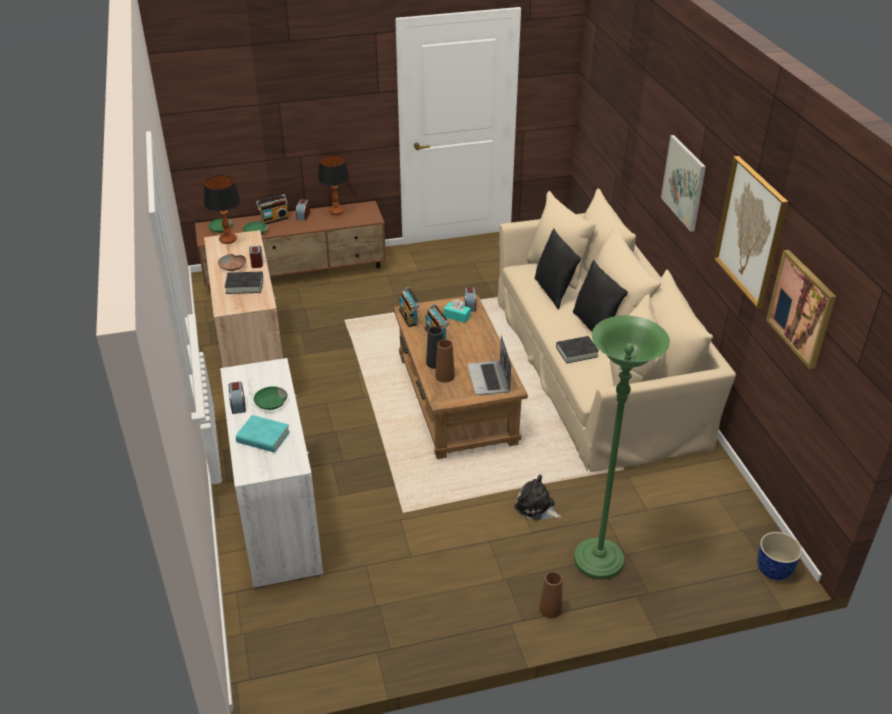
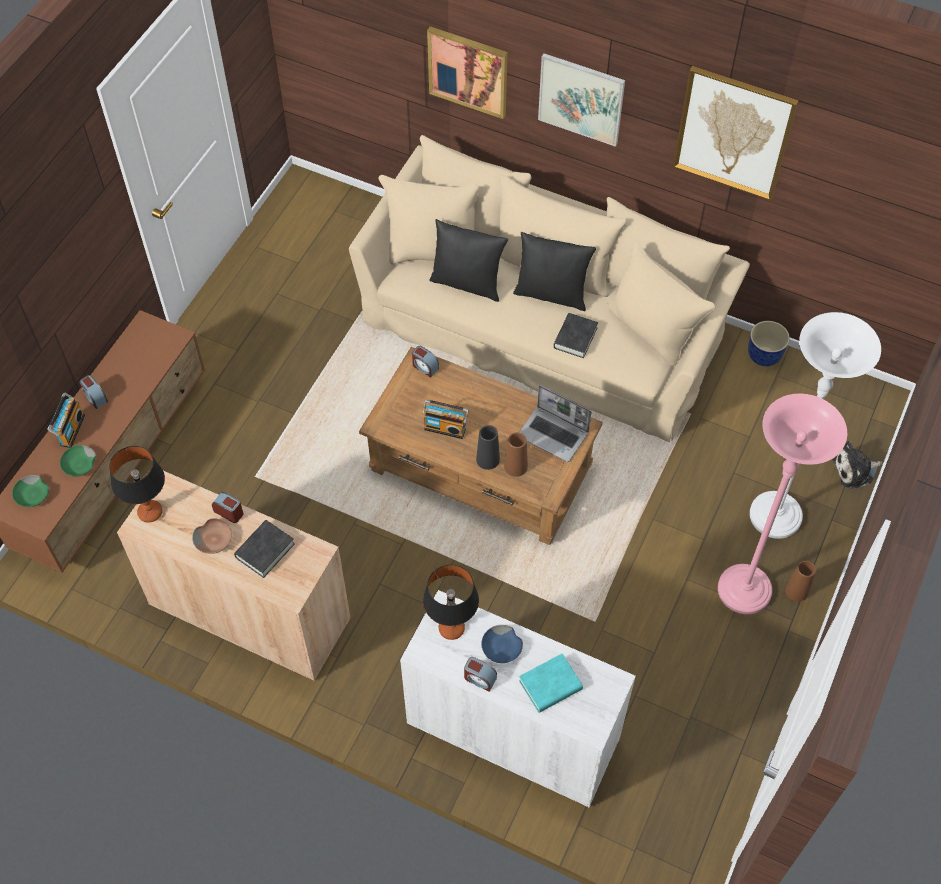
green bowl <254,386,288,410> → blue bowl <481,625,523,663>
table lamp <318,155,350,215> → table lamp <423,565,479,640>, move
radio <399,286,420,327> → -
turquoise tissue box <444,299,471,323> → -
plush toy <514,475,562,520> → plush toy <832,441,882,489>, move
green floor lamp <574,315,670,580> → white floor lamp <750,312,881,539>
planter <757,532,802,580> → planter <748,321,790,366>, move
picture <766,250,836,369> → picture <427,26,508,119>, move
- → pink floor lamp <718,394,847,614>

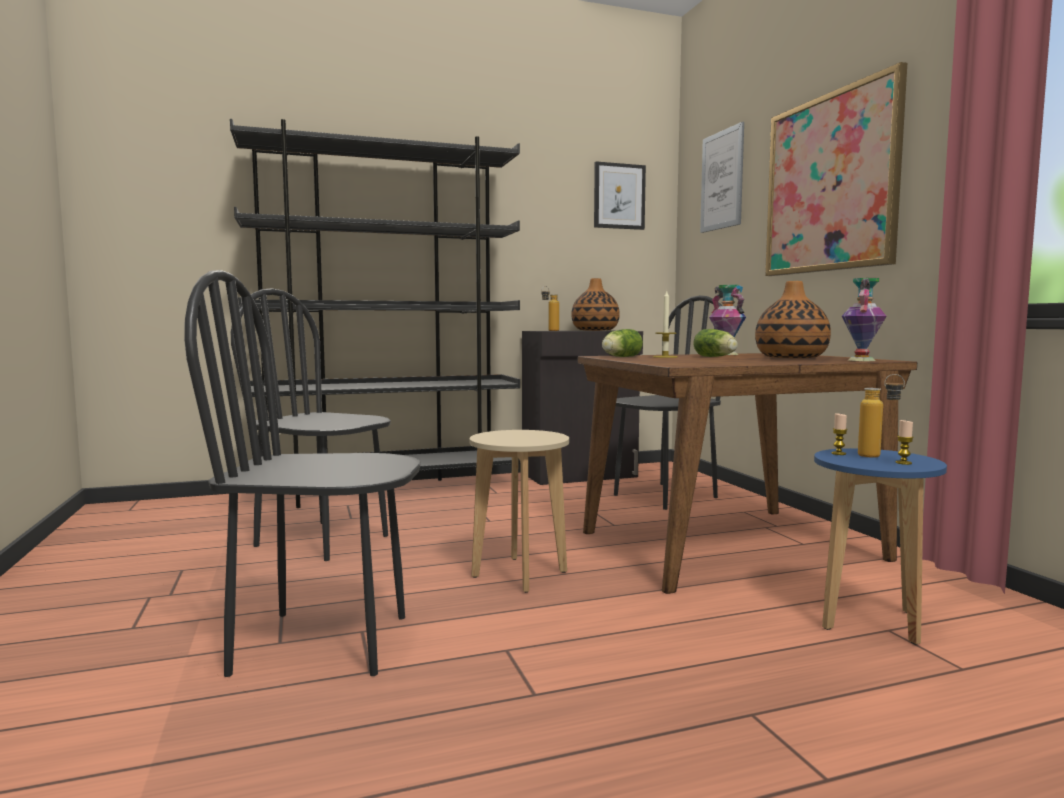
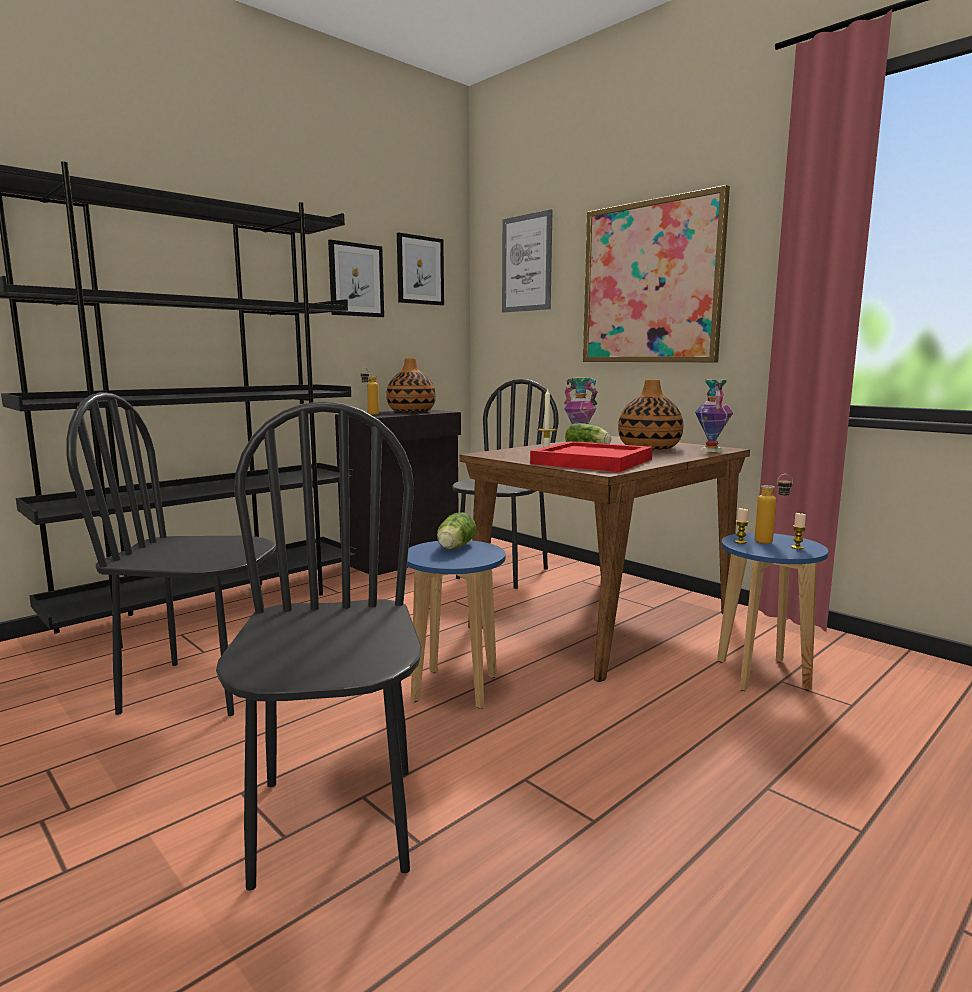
black chair <184,270,421,677> → black chair <216,401,422,891>, 105 degrees clockwise
beige stool <469,430,569,593> → blue stool <407,540,505,709>
lettuce <602,329,643,357> → lettuce <437,512,476,549>, move
- → picture <328,240,384,317>
- → red tray <530,441,653,472>

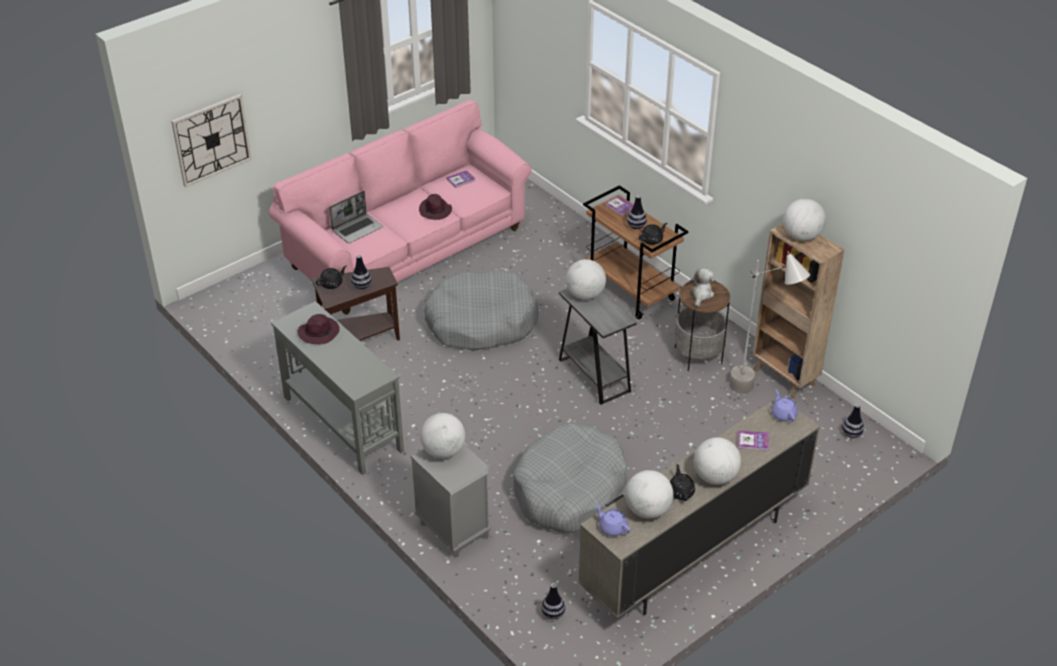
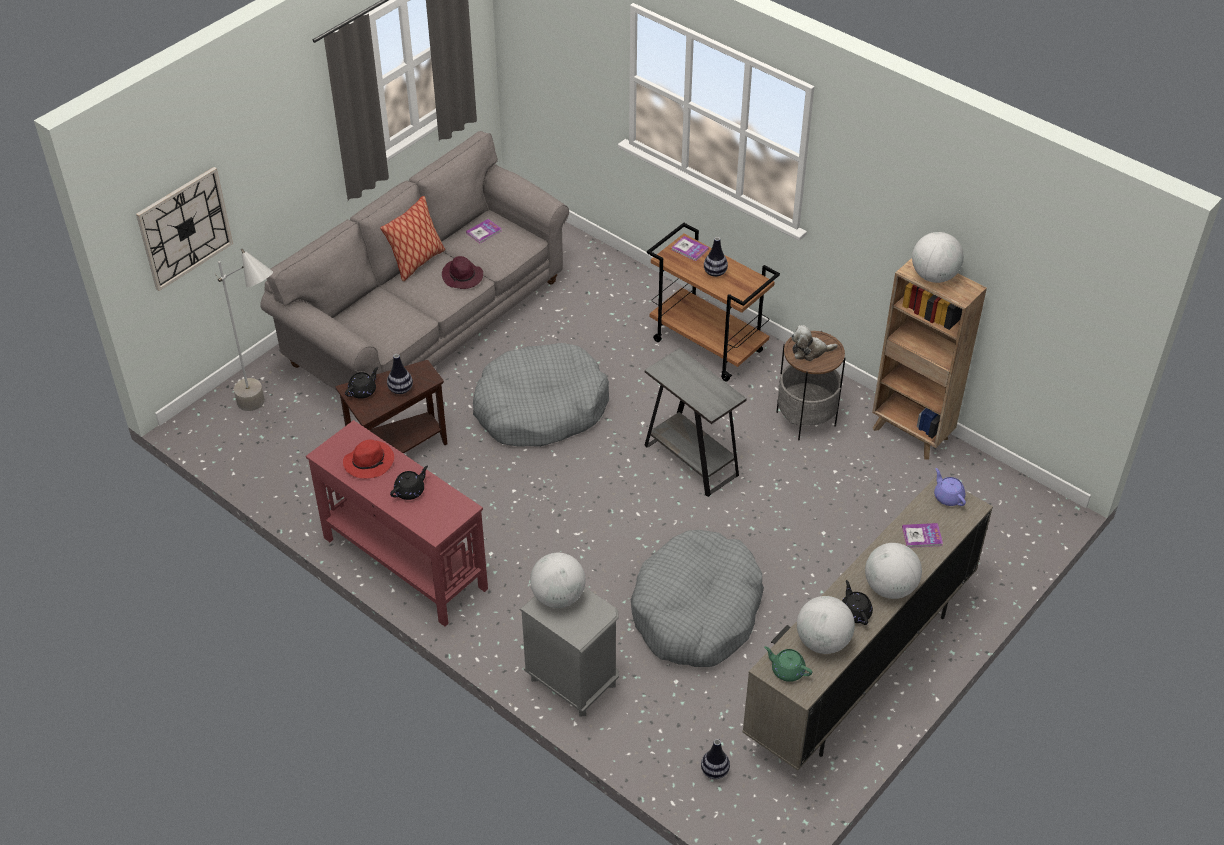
pink sofa <269,100,532,315> → grey sofa <260,131,569,391>
grey console table <271,301,404,475> → red console table <306,420,488,627>
purple hat <298,314,340,344> → red hat <343,440,394,478>
laptop <329,191,383,243> → -
globe <566,259,606,300> → -
purple teapot <595,505,631,536> → green teapot <764,646,812,682>
black teapot <639,223,667,245> → black teapot <390,465,428,500>, move
plush toy <690,268,714,307> → plush toy <791,325,838,361>, 105 degrees counterclockwise
grey floor lamp <729,251,810,394> → grey floor lamp <215,249,273,411>, move
vase <842,404,864,438> → -
- → pillow <380,196,445,281>

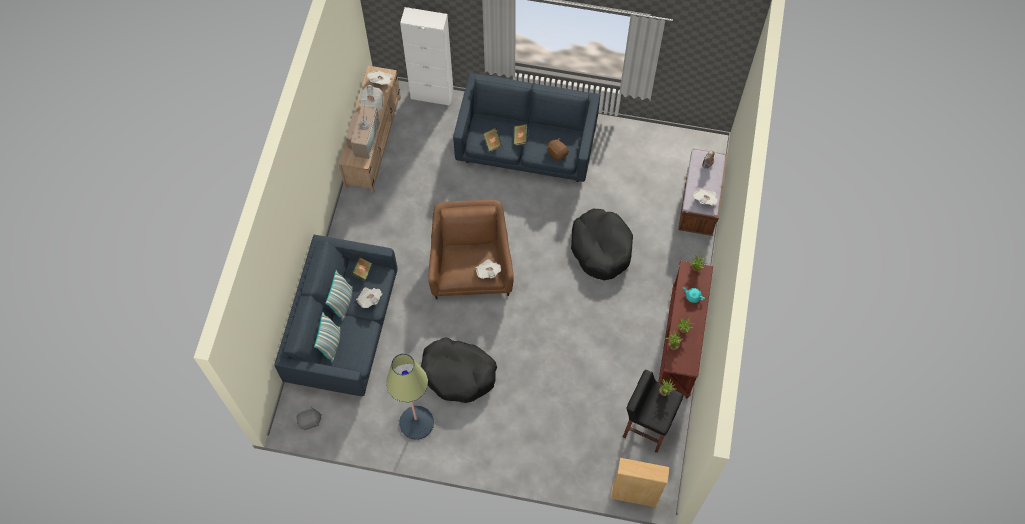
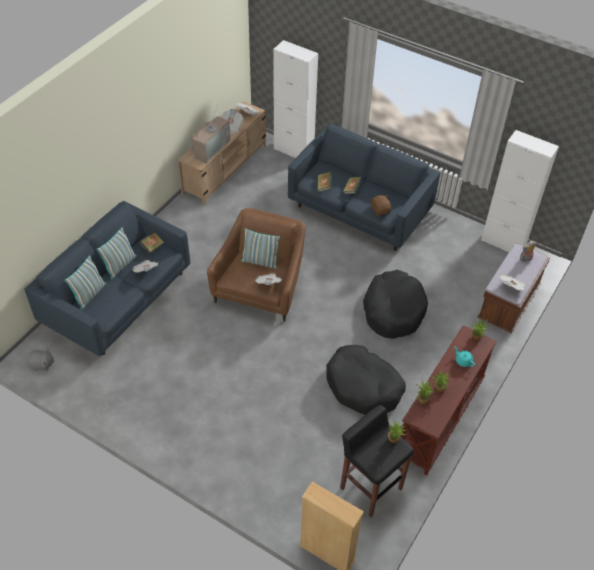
floor lamp <386,354,434,440> → -
black dog bed <421,337,497,403> → black dog bed <326,345,406,415>, move
- → pillow <241,228,280,269>
- → white cabinet <481,130,559,252>

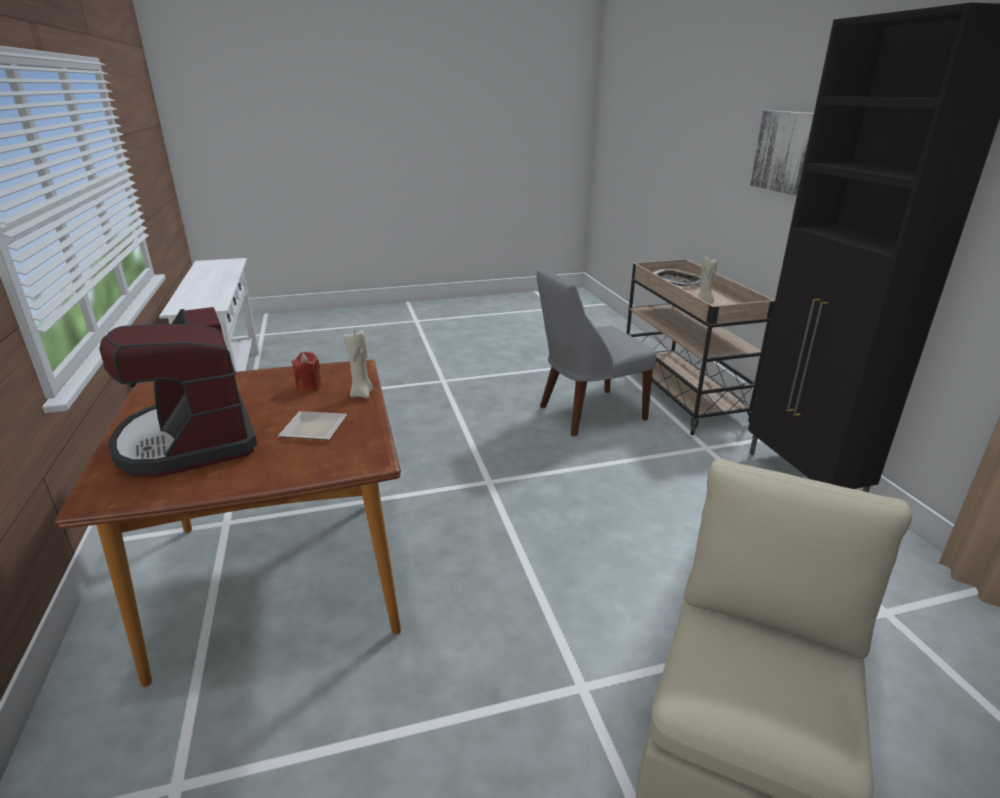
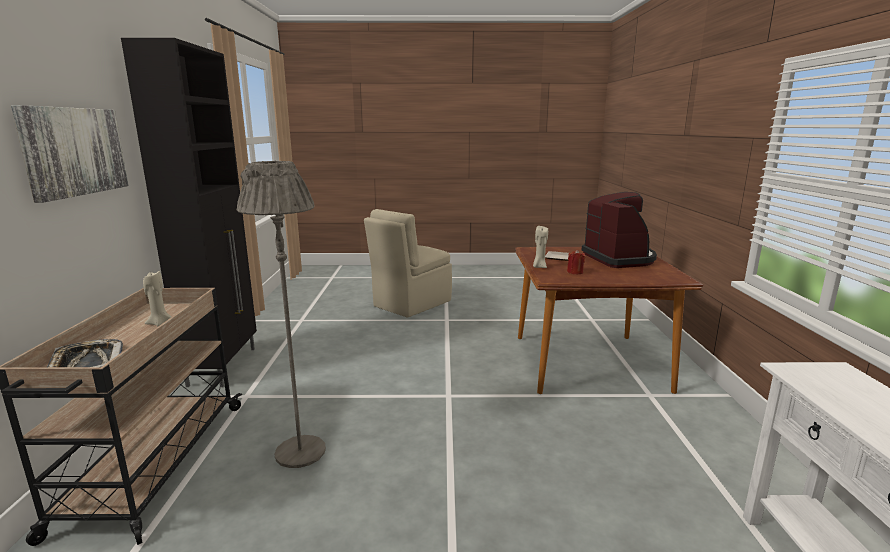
grey chair <537,268,657,436> → grey floor lamp <237,161,326,468>

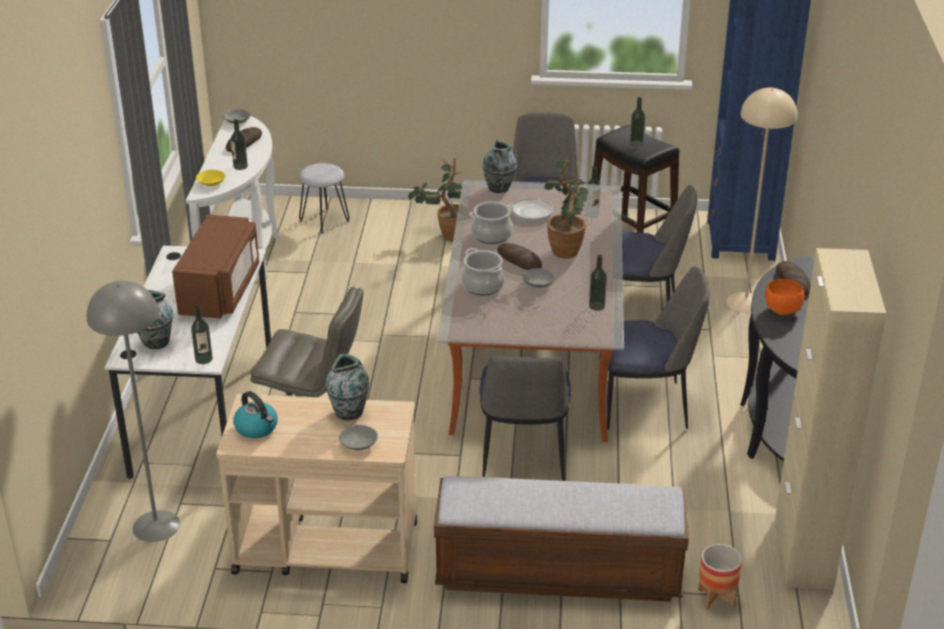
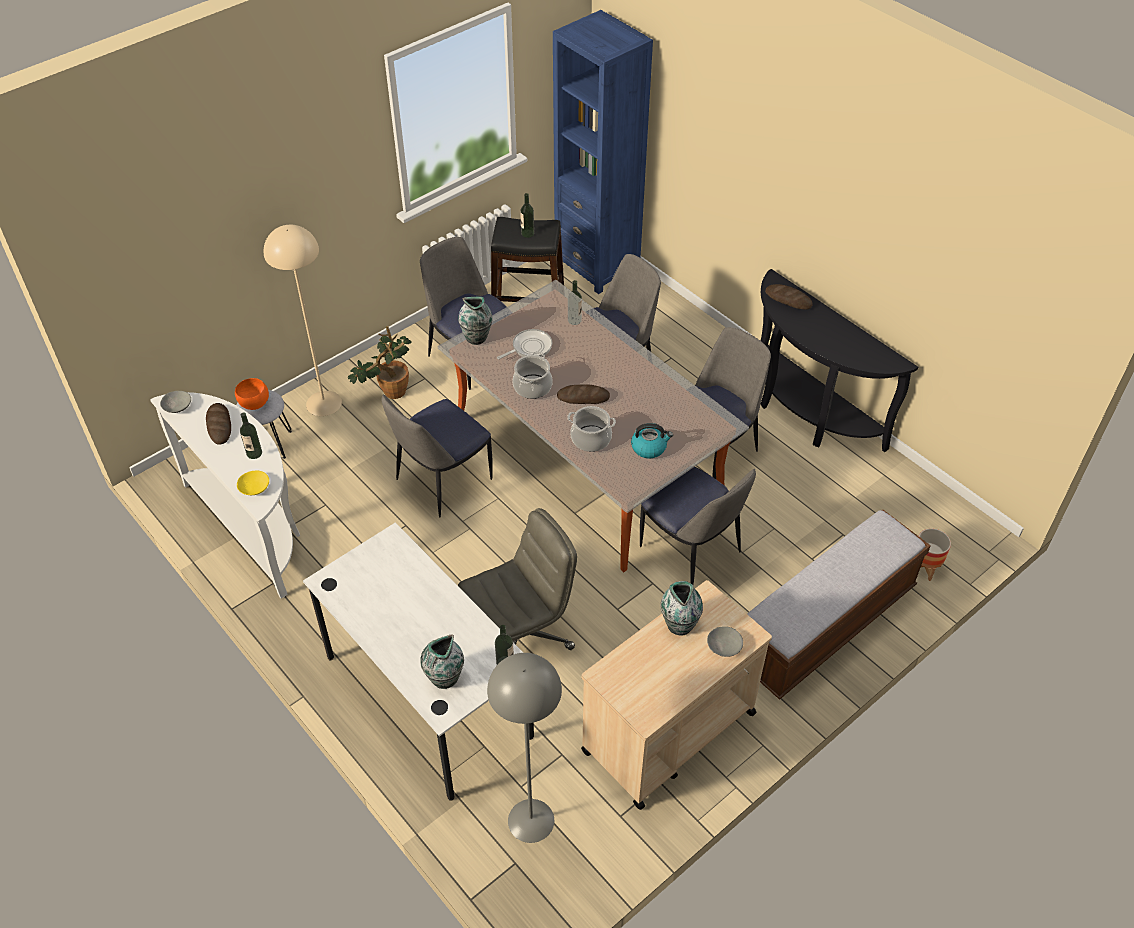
brown microwave <172,215,259,319> → -
kettle <233,391,278,438> → kettle <631,423,673,459>, move
grey bowl <522,268,555,287> → -
potted plant <545,155,589,259> → -
bottle <589,254,607,311> → -
beige floor lamp <726,88,798,313> → beige floor lamp <264,225,342,416>, move
orange bowl <765,279,804,315> → orange bowl <235,378,269,410>, move
beige cabinet <775,248,886,590> → -
- → chair <382,395,492,517>

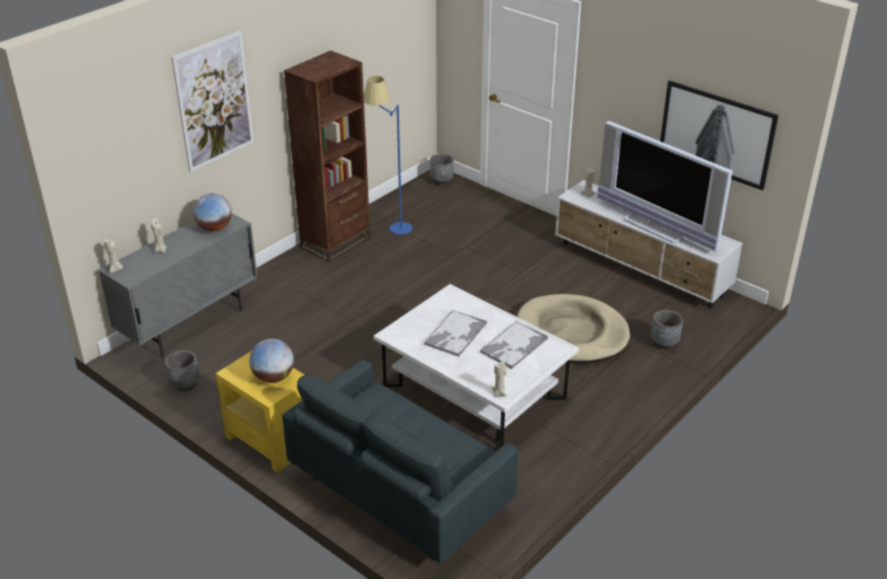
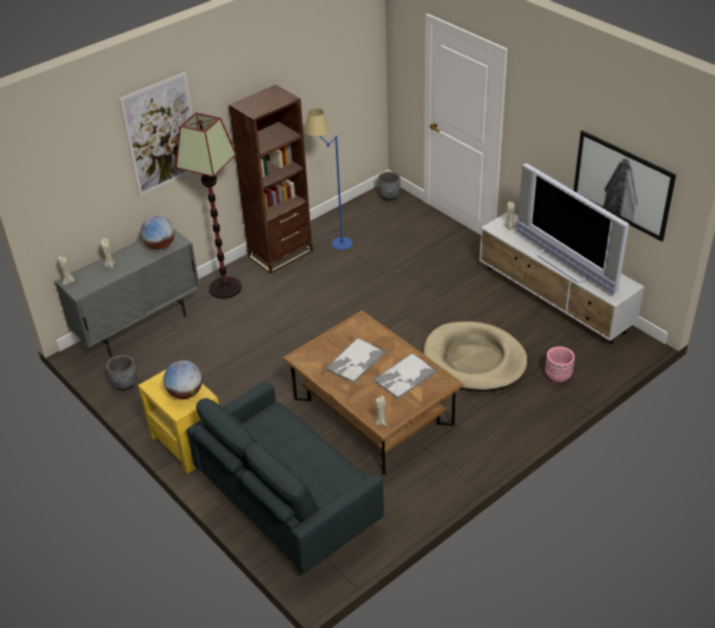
white coffee table <374,284,579,449> → brown coffee table <283,311,463,474>
grey planter <650,310,683,349> → pink planter <545,347,575,383>
- → floor lamp <175,112,242,299>

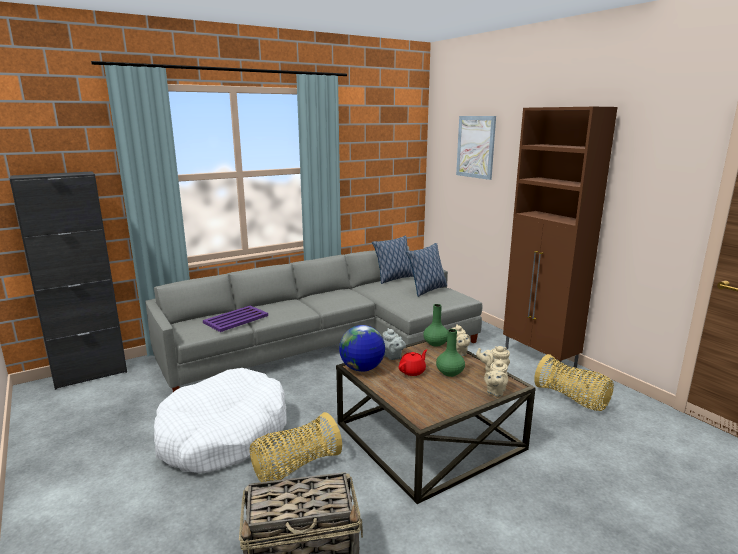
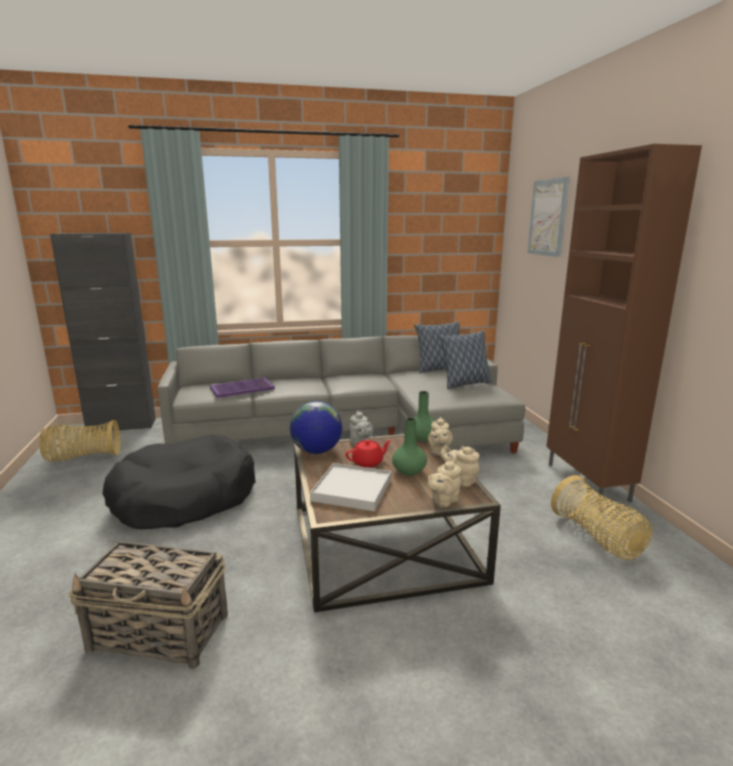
white dog bed <154,368,287,473> → black dog bed <103,435,256,529>
basket <250,412,342,482> → basket <39,420,120,461>, move
- → white tray <310,463,391,511>

